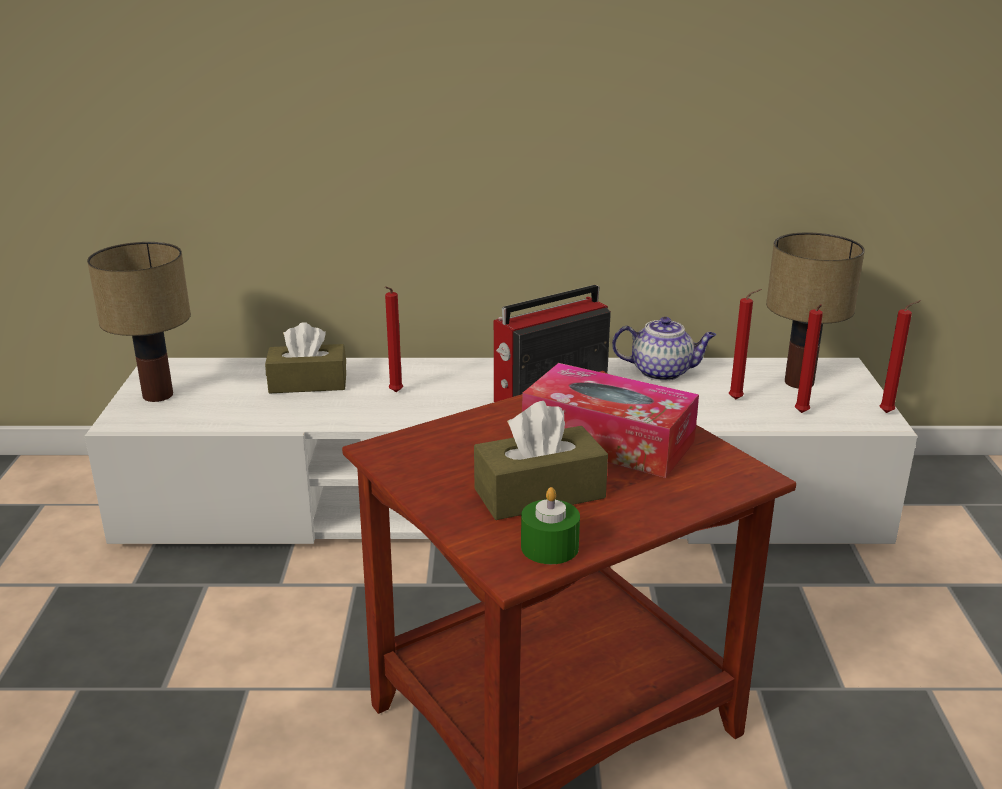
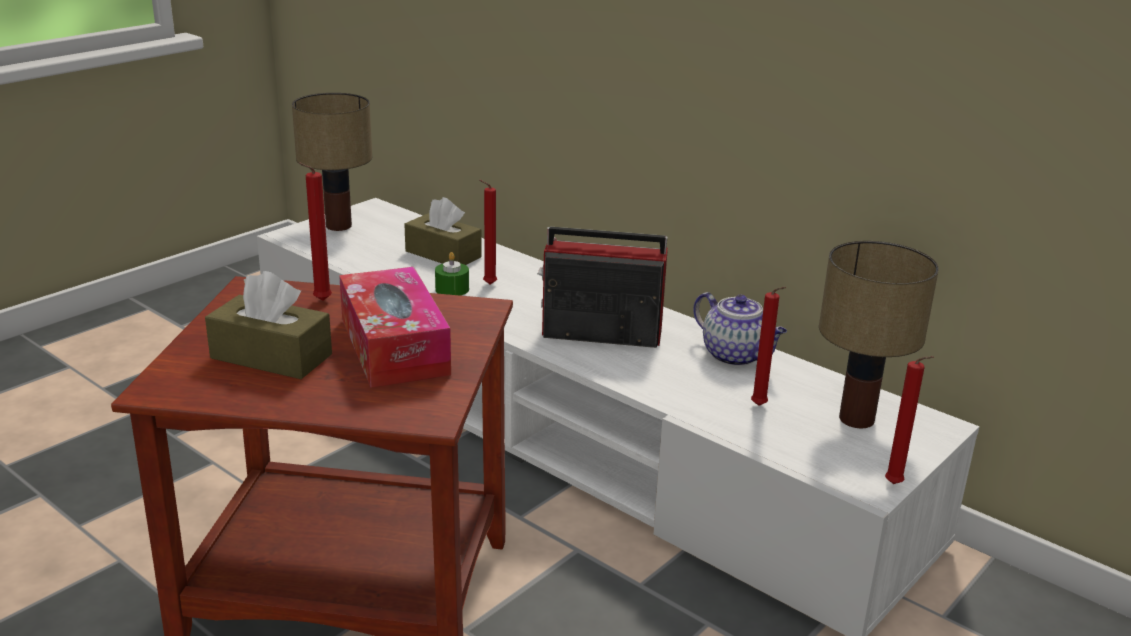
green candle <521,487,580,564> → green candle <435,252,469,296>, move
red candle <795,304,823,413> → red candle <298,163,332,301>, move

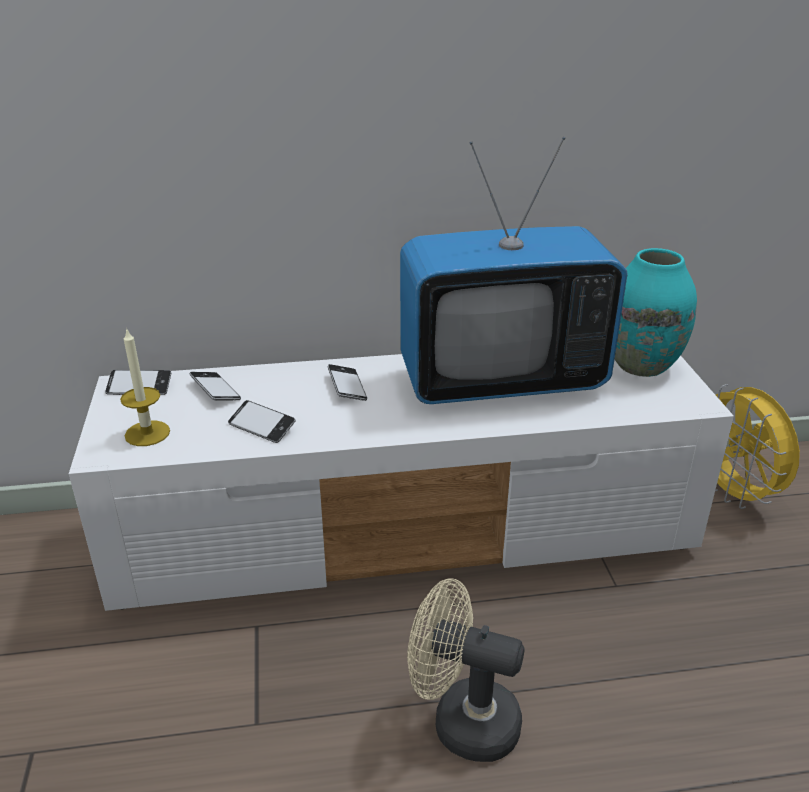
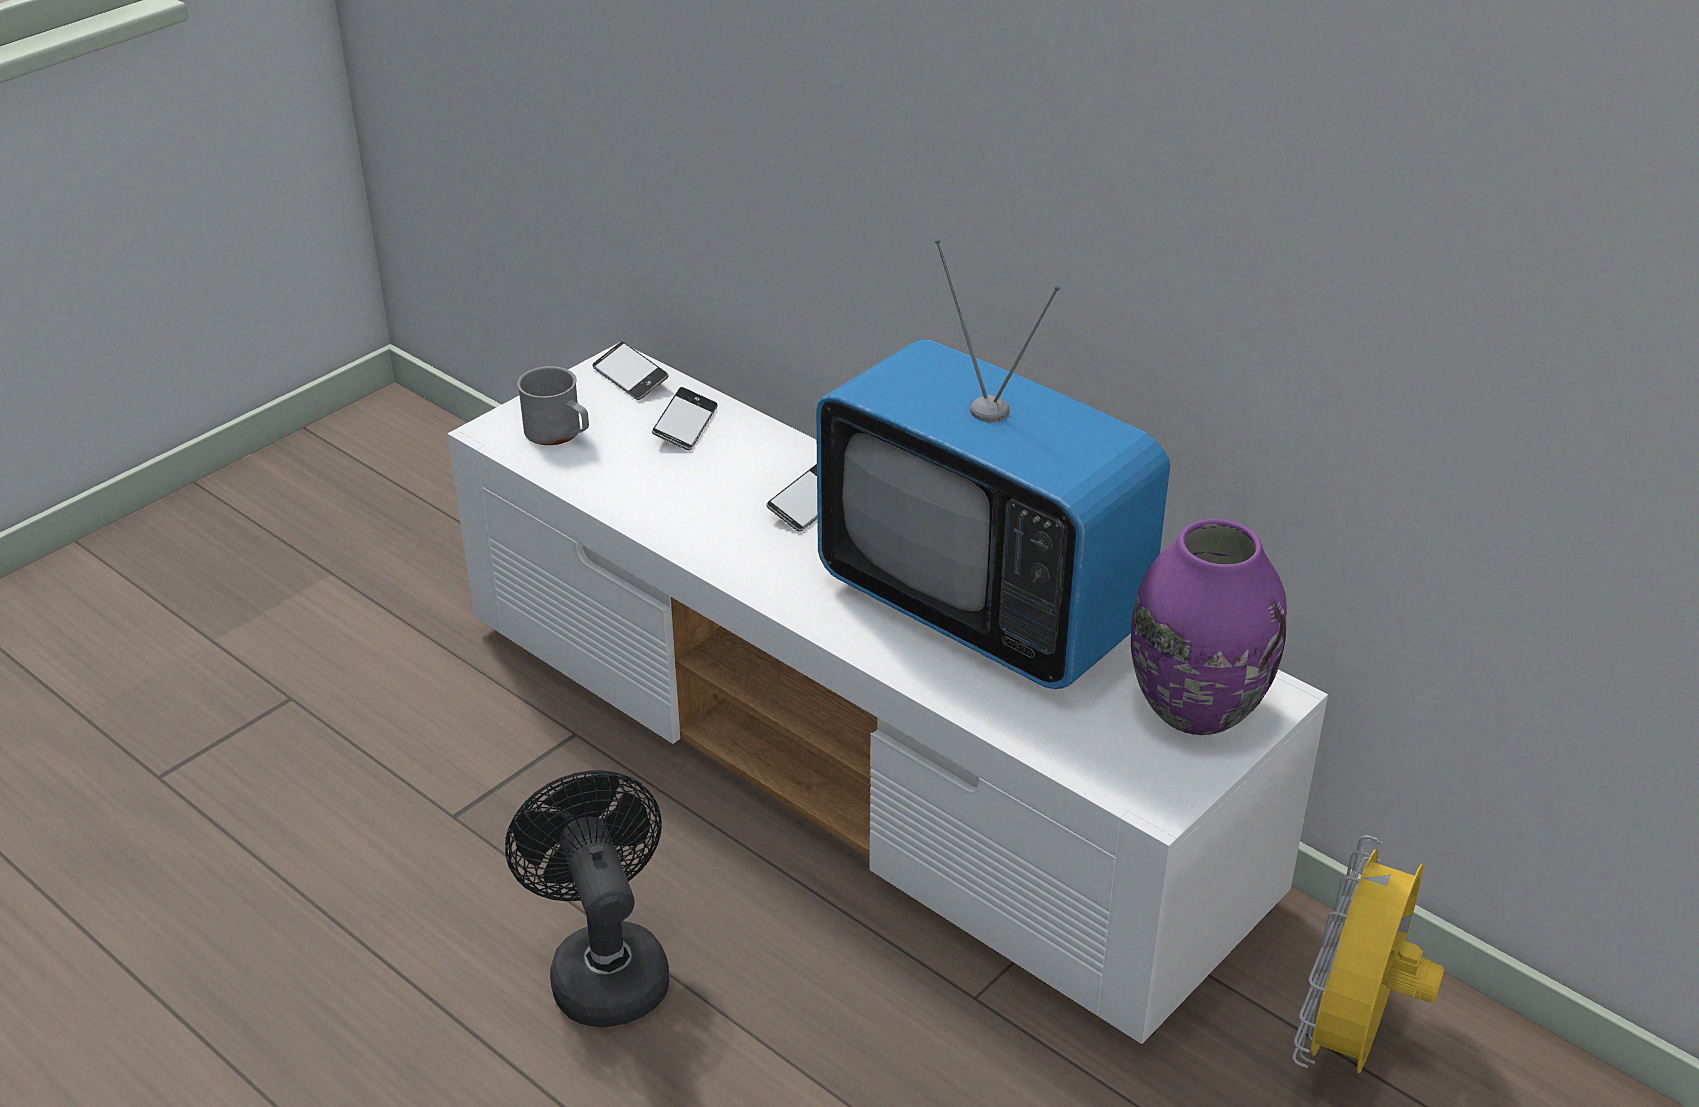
candle <120,330,170,446> → grey mug <517,366,589,445>
phone <228,400,296,443> → -
beige fan <407,578,525,762> → black fan <505,770,669,1028>
turquoise vase <615,248,697,377> → purple vase <1131,519,1287,735>

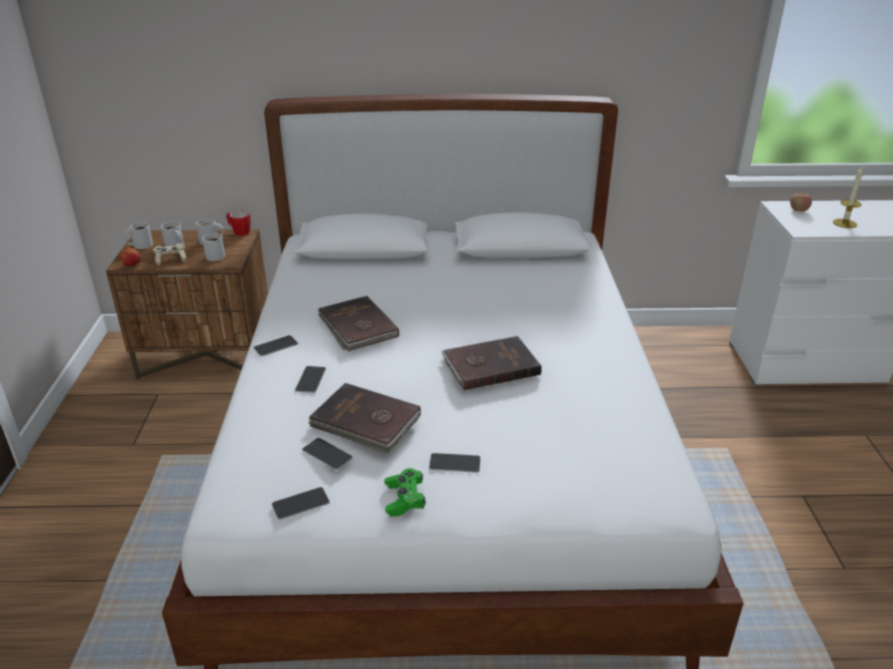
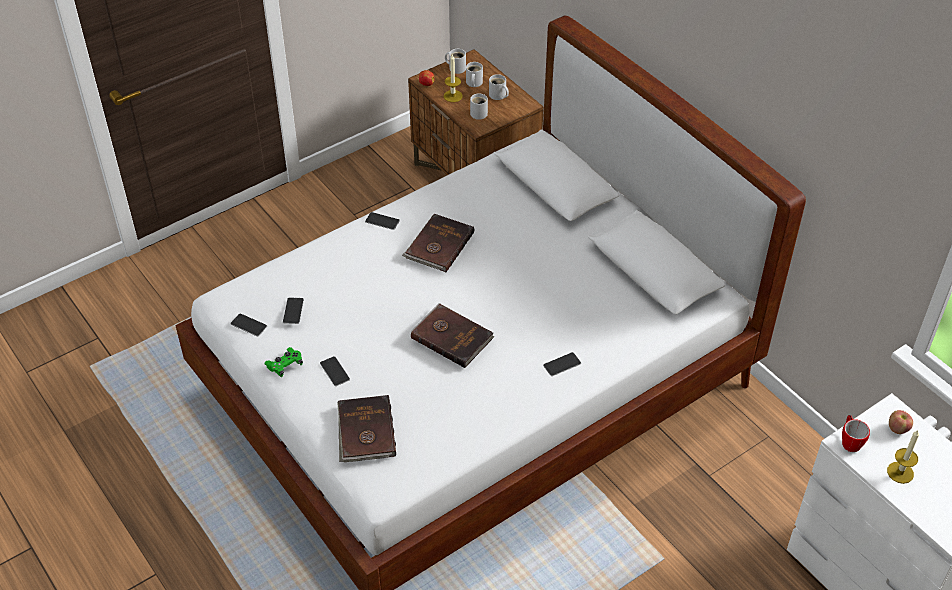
beige game controller <153,243,187,265> → candle <444,54,463,102>
mug <226,210,251,236> → mug <842,415,870,452>, move
phone <295,366,326,393> → phone <543,352,581,376>, move
brown book <308,383,421,454> → brown book <337,395,396,462>, move

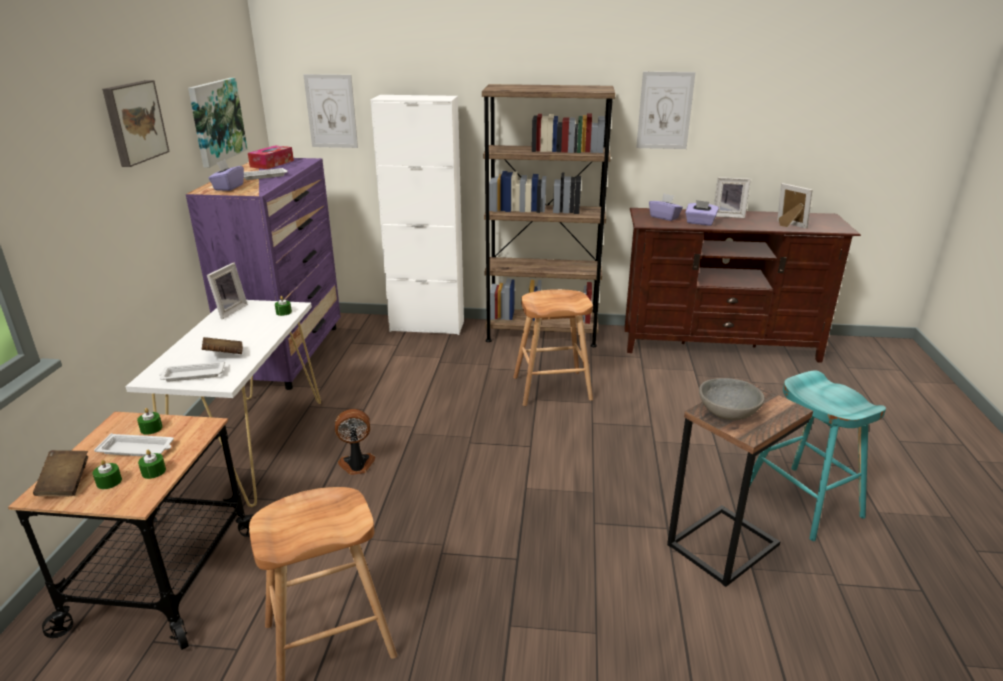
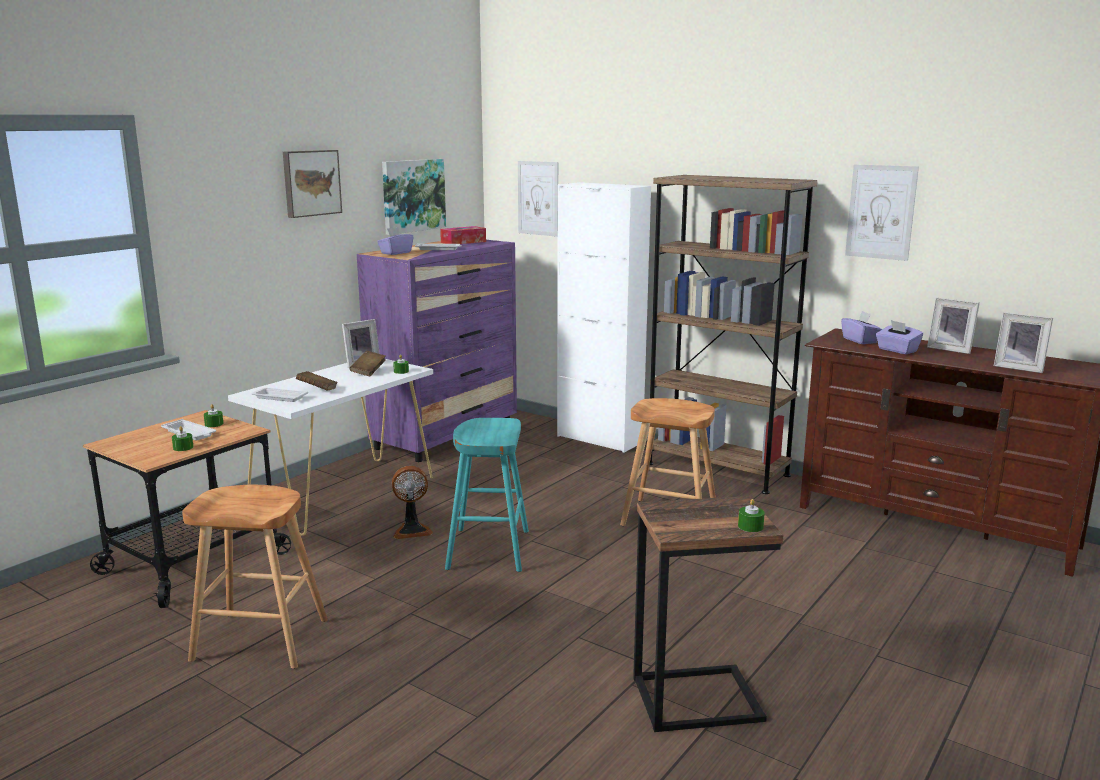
brown book <33,450,88,497> → brown book <350,351,386,376>, move
green candle <93,460,122,489> → green candle <738,499,765,532>, move
fan <335,409,375,475> → fan <392,466,433,539>, 150 degrees clockwise
grey bowl <699,378,765,420> → -
turquoise stool <750,371,886,541> → turquoise stool <445,418,529,572>, move
picture frame <777,183,813,229> → picture frame <994,312,1053,373>, 135 degrees clockwise

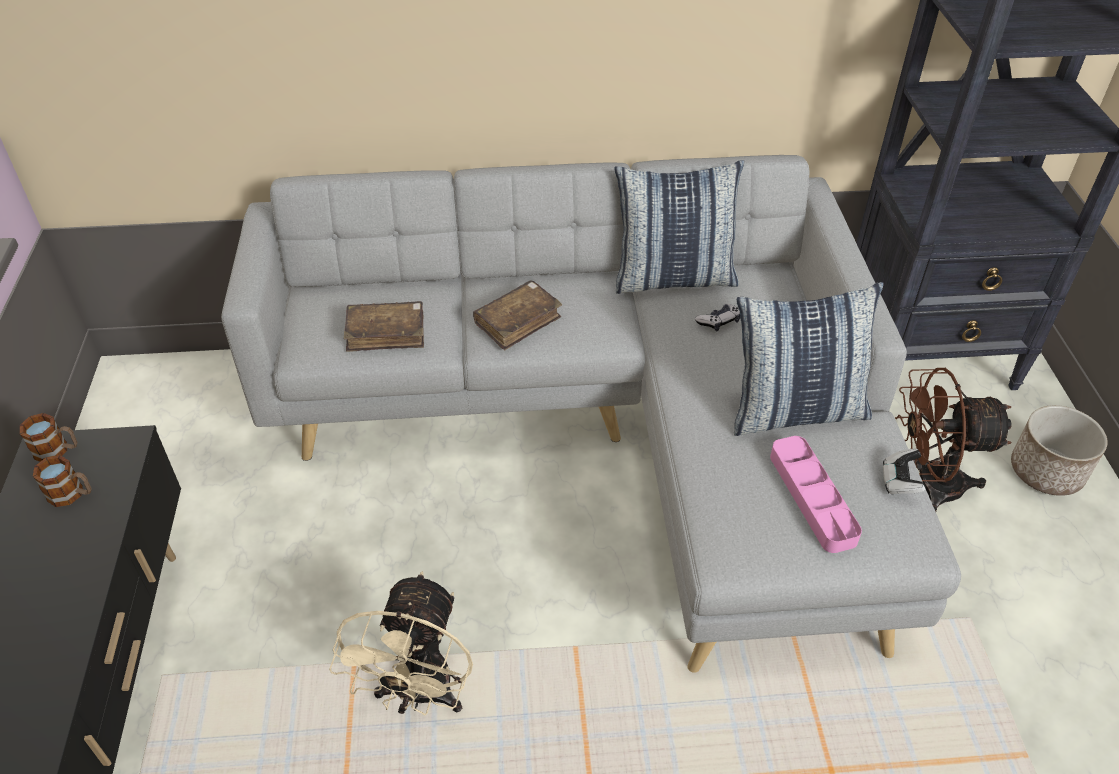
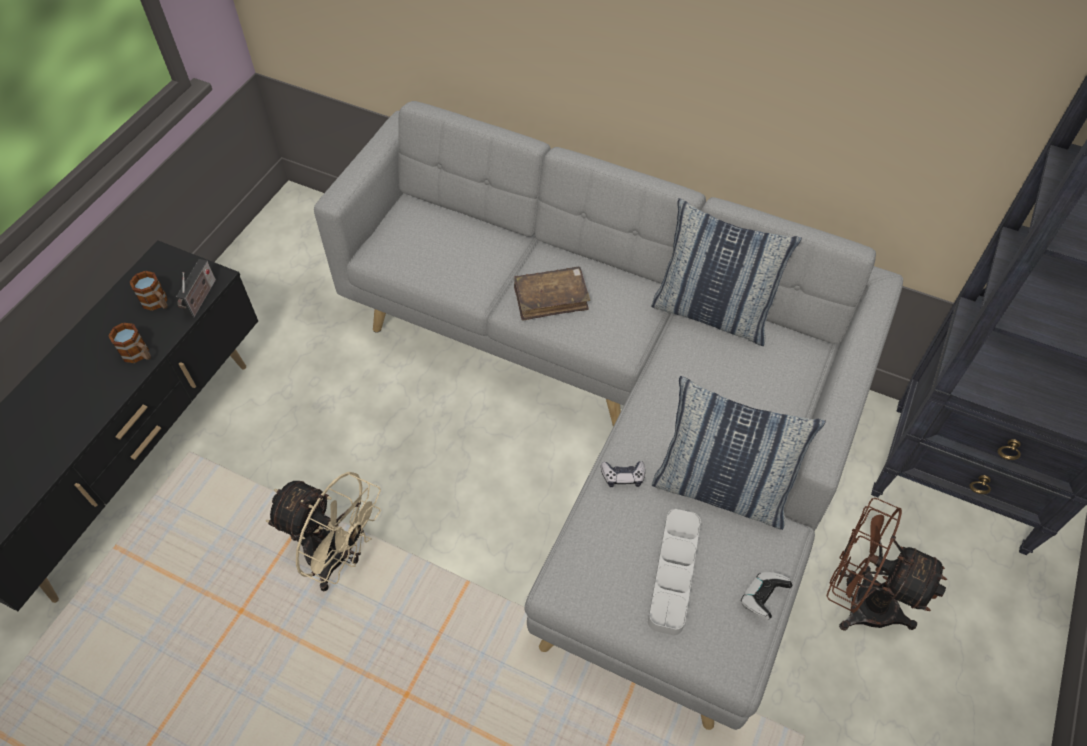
mug <20,413,77,462> → mug <108,323,151,363>, move
beige fan <329,571,473,716> → beige fan <266,472,381,591>, 105 degrees counterclockwise
brown book <344,301,424,352> → -
game controller <695,304,740,331> → game controller <601,461,645,487>, move
pink tray <770,436,862,553> → grey tray <648,509,701,635>
planter <1011,405,1108,496> → -
- → radio <176,259,216,317>

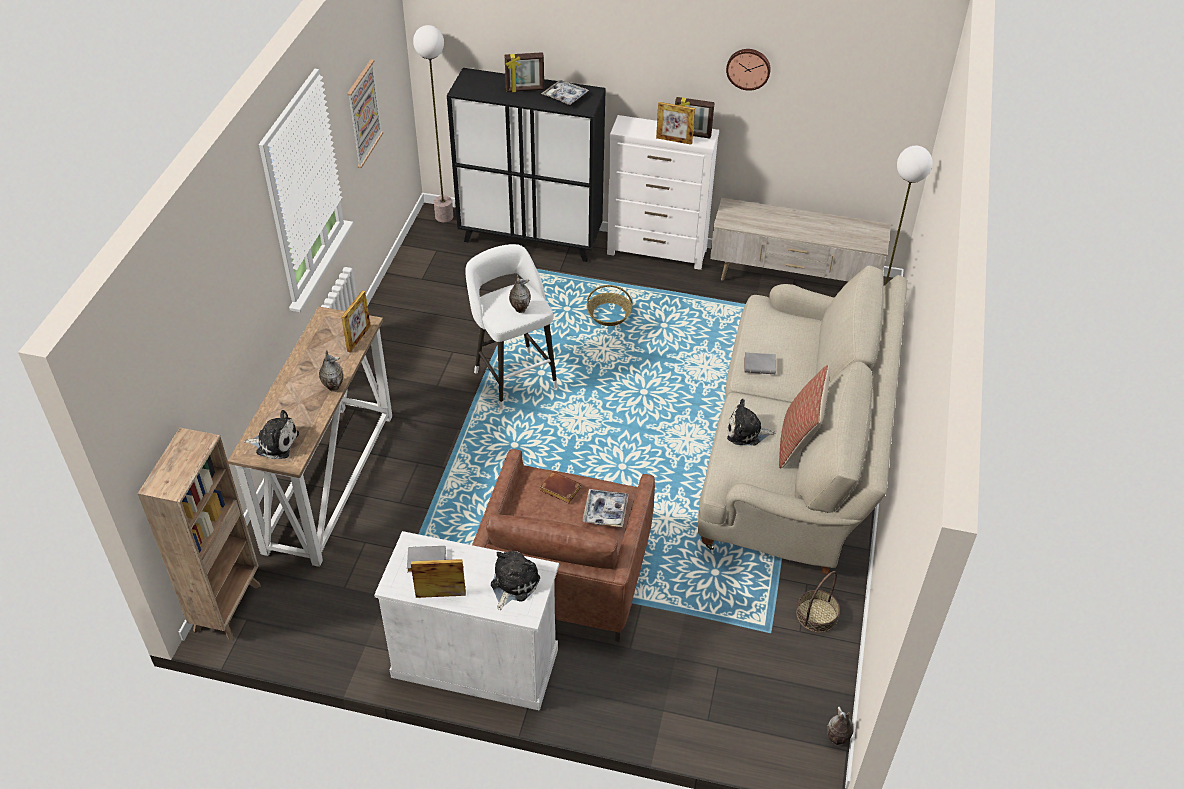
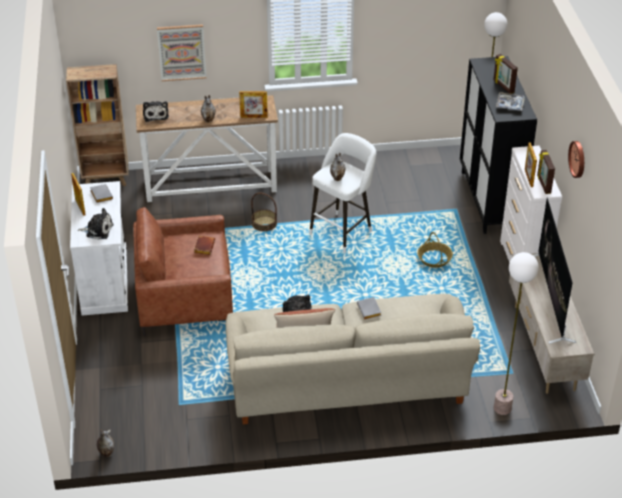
picture <347,59,383,168> → picture <157,24,207,81>, move
tray <582,489,629,527> → -
basket <796,571,840,633> → basket <251,193,277,232>, move
- → television <533,197,576,344>

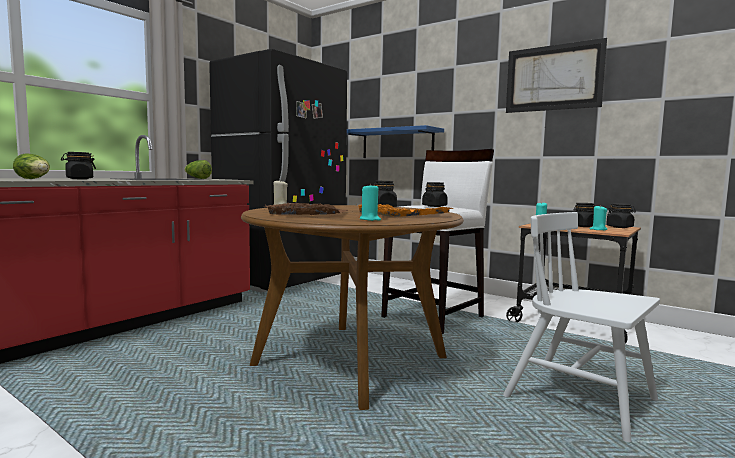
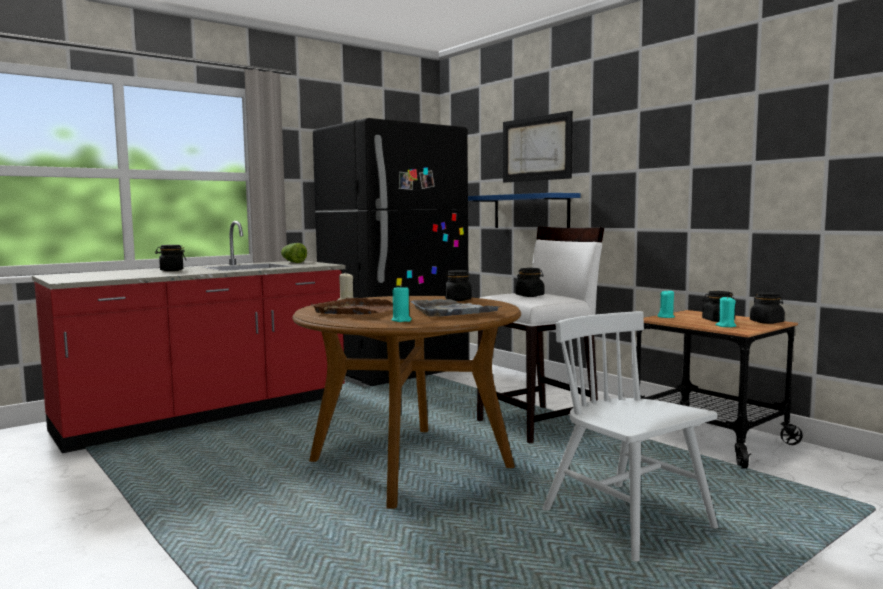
lettuce <13,153,50,179> → -
orange tray <358,204,453,217> → grey tray <411,299,501,316>
picture <506,38,607,113> → picture <503,111,573,183>, move

